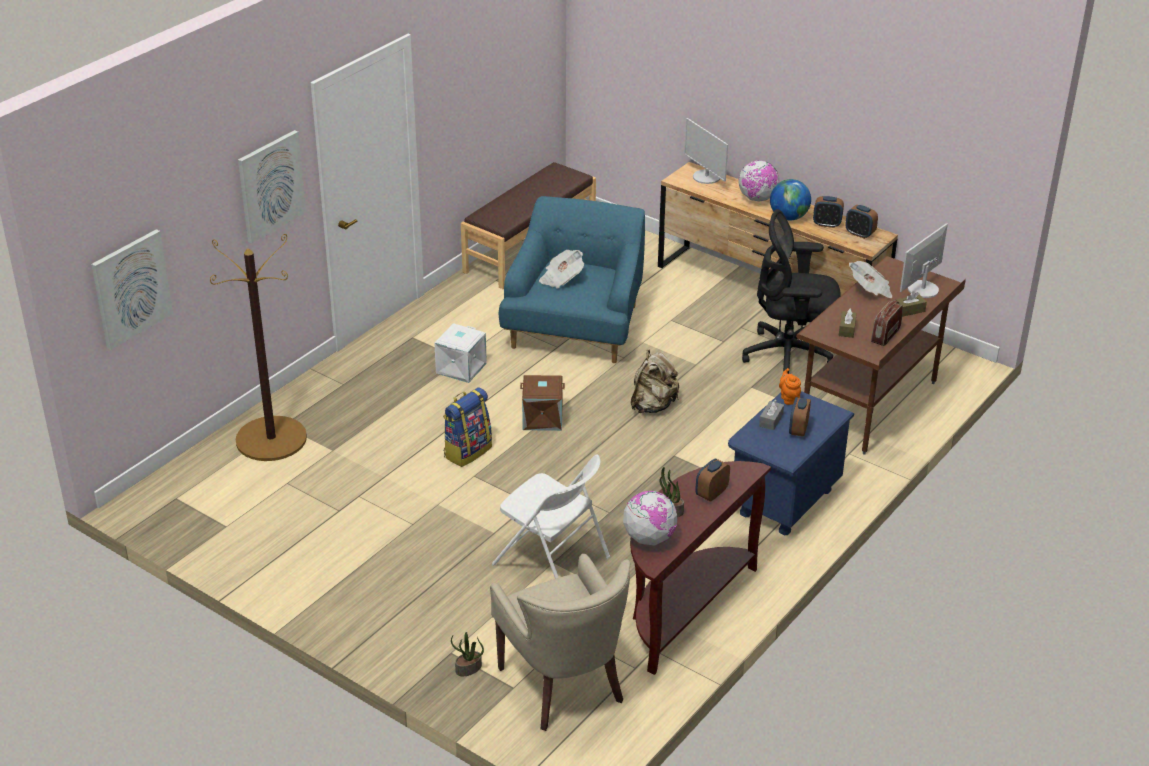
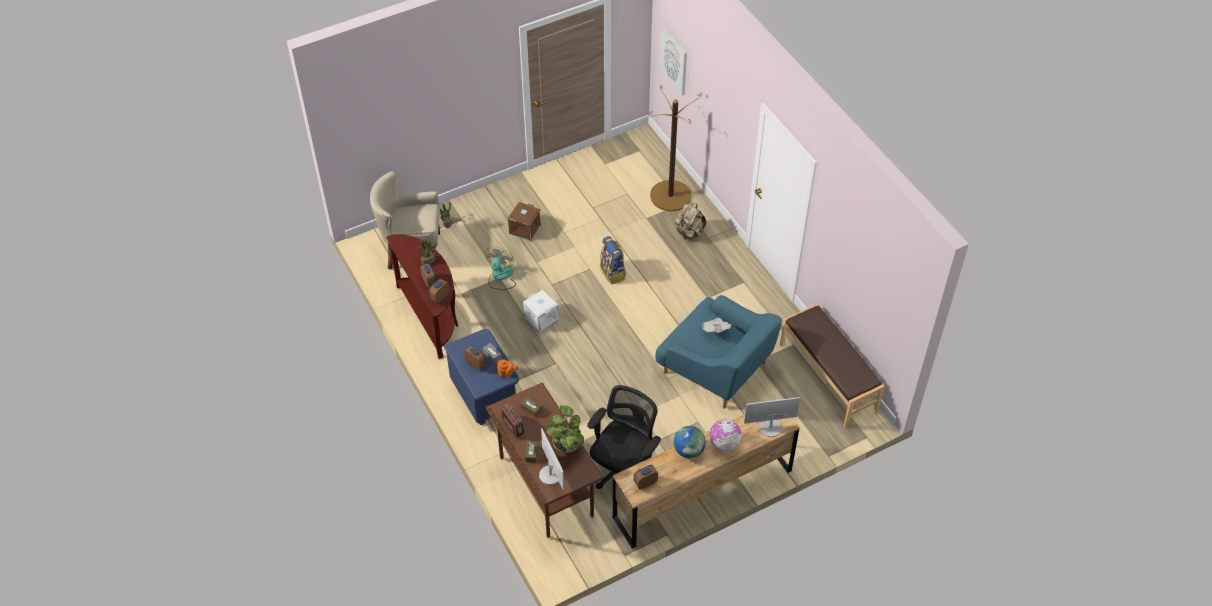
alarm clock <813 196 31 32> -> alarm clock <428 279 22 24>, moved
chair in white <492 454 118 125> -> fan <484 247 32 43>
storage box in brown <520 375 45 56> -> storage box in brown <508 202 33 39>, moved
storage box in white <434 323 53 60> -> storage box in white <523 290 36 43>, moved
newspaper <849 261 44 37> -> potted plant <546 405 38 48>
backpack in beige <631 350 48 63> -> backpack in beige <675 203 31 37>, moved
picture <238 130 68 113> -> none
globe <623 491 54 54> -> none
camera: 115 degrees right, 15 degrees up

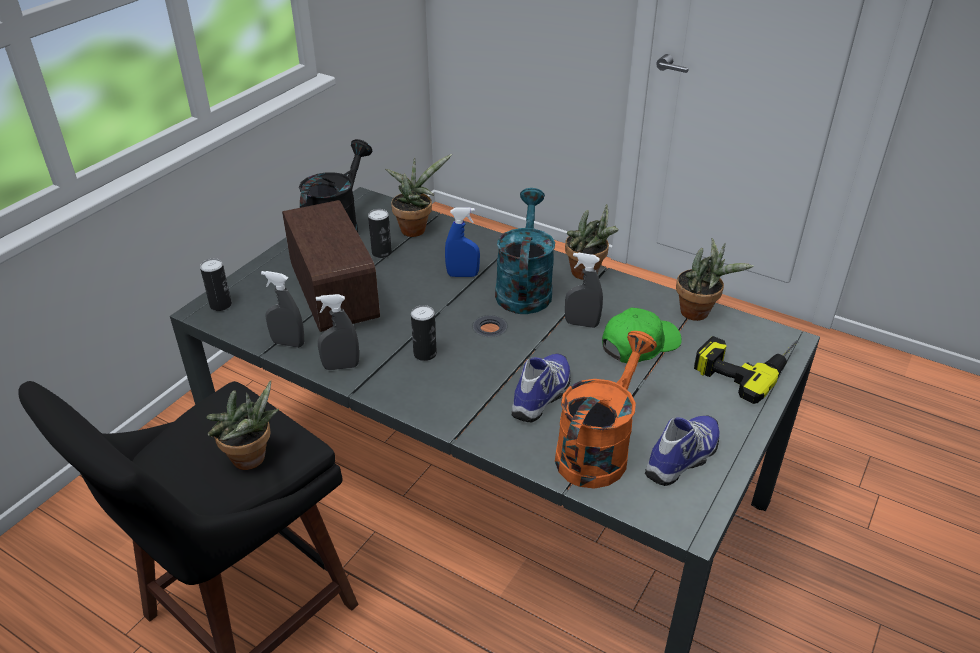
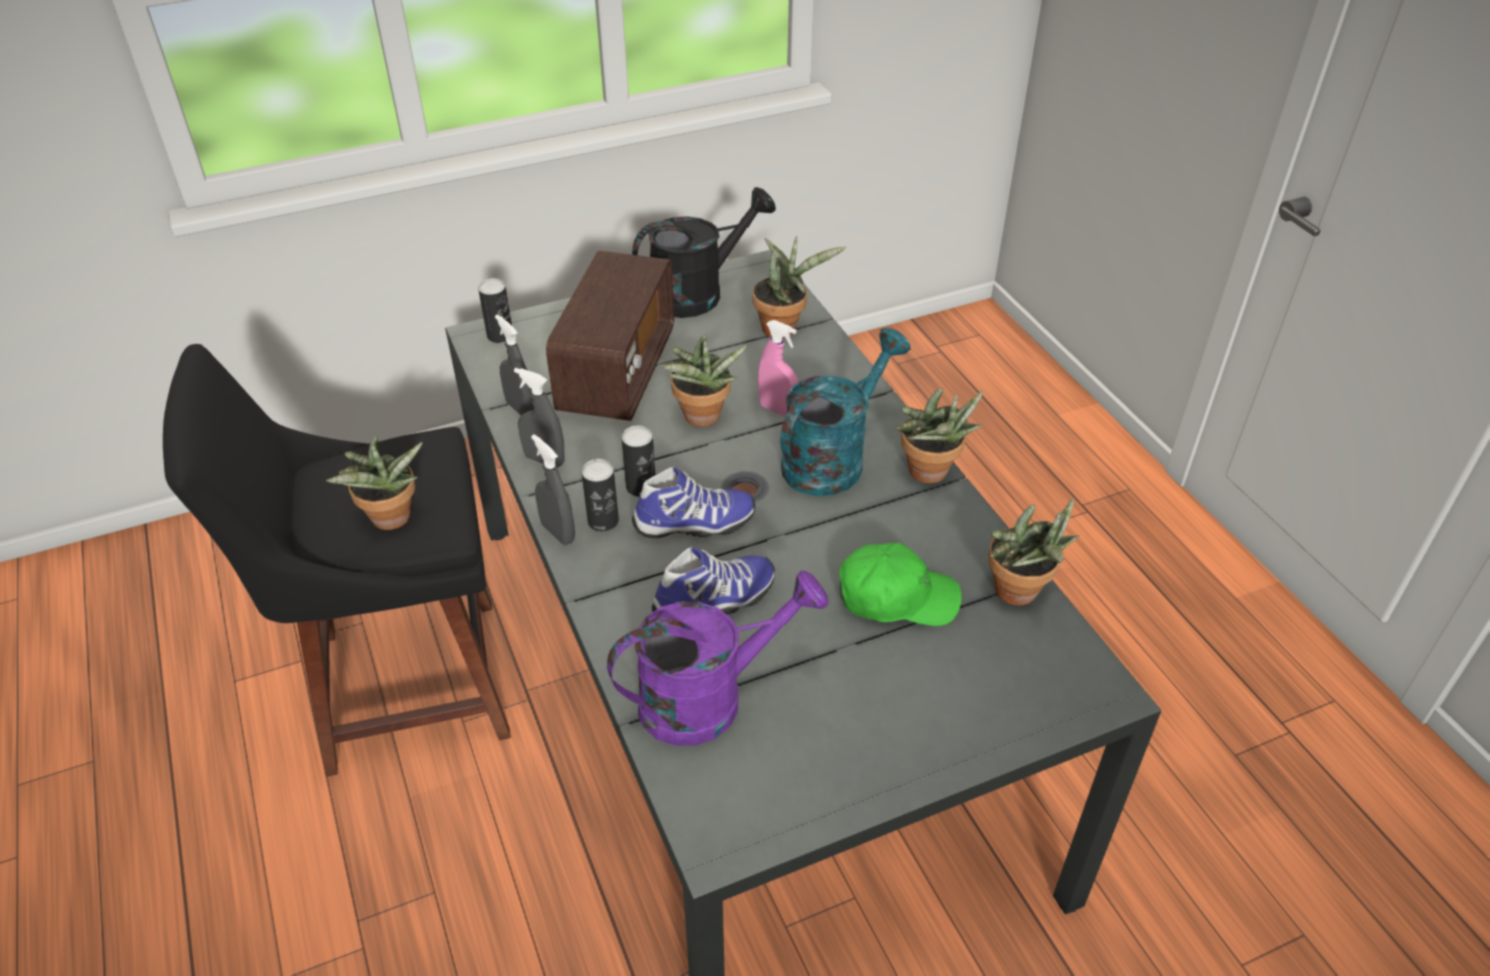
spray bottle in grey <565 253 38 75> -> spray bottle in grey <531 434 44 111>, moved
can <368 209 24 49> -> can <581 459 38 73>, moved
watering can in orange <555 331 102 158> -> watering can in purple <607 570 222 176>
shoe <645 415 75 71> -> shoe <632 466 123 72>, moved
none -> potted plant <662 334 85 93>
spray bottle in blue <445 207 35 70> -> spray bottle in pink <758 320 41 97>
power drill <694 336 104 68> -> none
camera: 35 degrees right, 5 degrees up

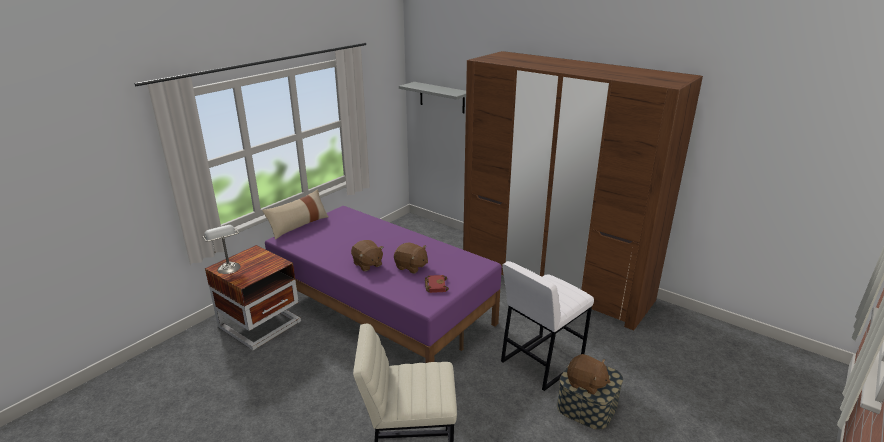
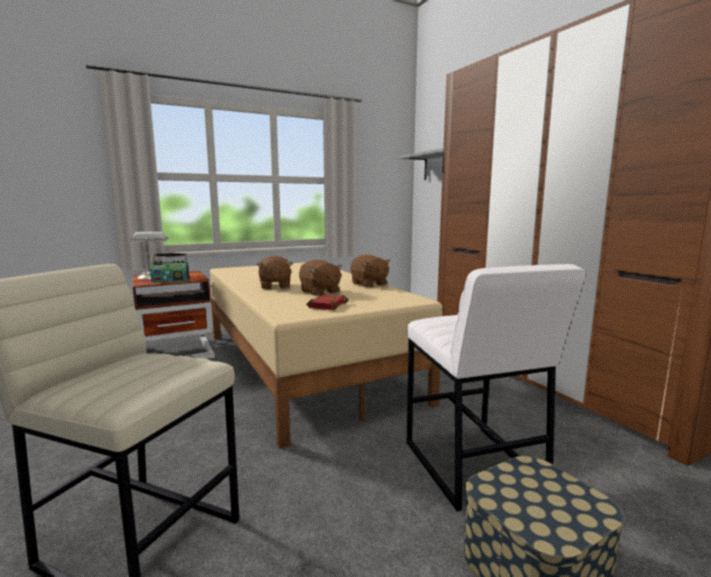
none -> radio <150 253 39 29>
bed in purple <265 206 237 157> -> bed in beige <210 262 233 187>
plush toy in brown <567 354 43 41> -> plush toy in brown <350 255 40 33>, moved
chair in white <501 261 93 130> -> chair in white <407 264 179 247>, 90 degrees counterclockwise
pillow in beige <262 189 67 51> -> none
camera: 25 degrees right, 15 degrees down

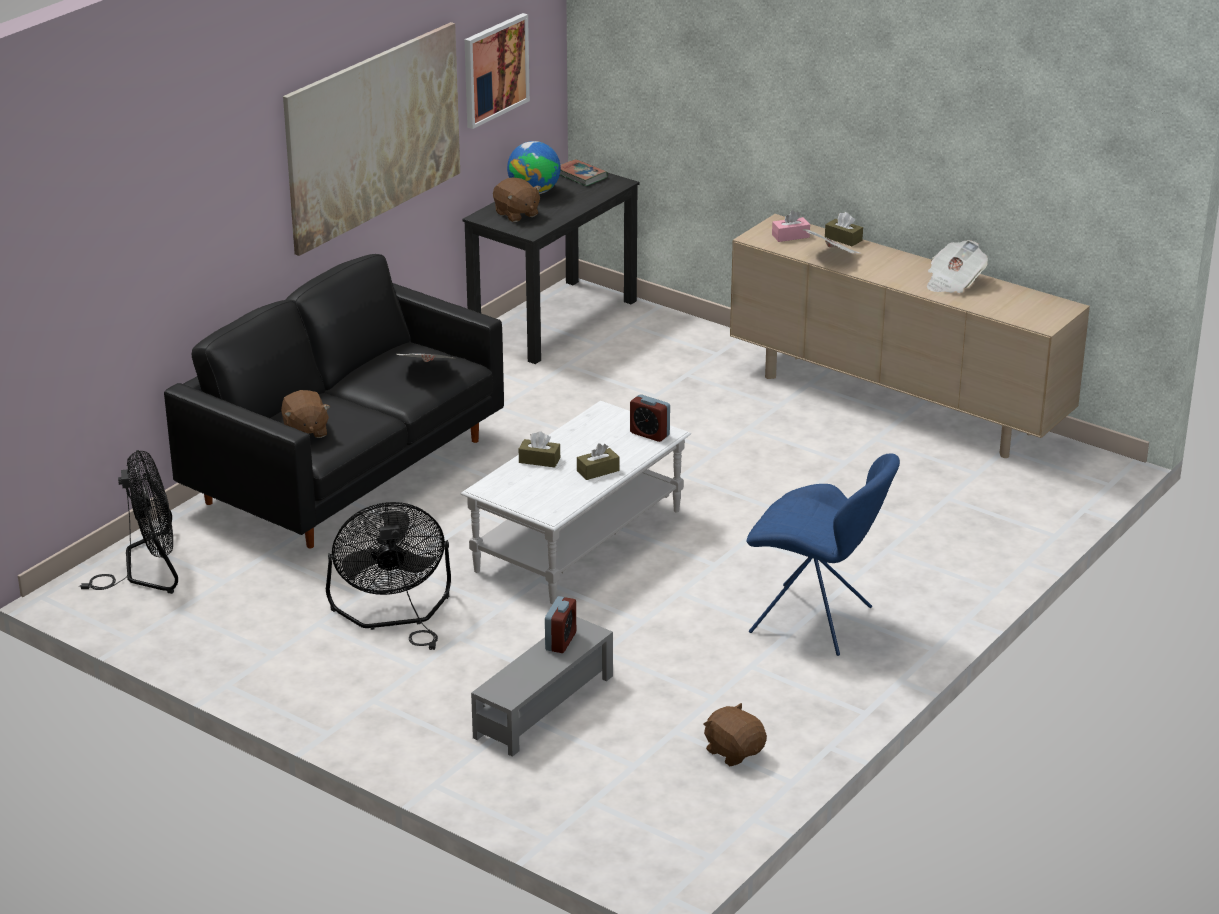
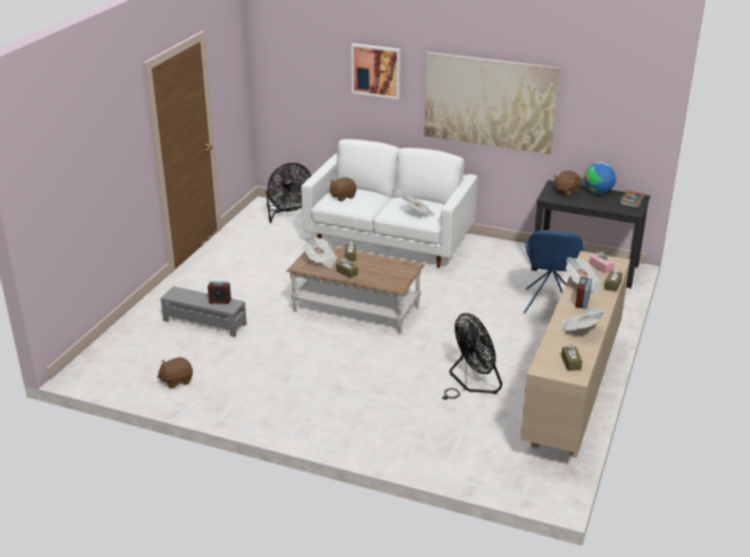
plush toy in brown <703 703 64 63> -> plush toy in brown <157 357 36 32>, 150 degrees counterclockwise
coffee table in white <460 401 231 203> -> coffee table in brown <287 246 138 88>
sofa in black <164 254 340 295> -> sofa in white <301 139 177 129>
none -> newspaper <303 237 35 31>
picture <465 13 65 116> -> picture <351 43 49 56>, moved
fan in black <326 502 125 148> -> fan in black <442 313 60 87>, moved
chair in blue <747 454 153 202> -> chair in blue <524 230 60 84>, moved
none -> tissue box in brown <561 344 21 27>
alarm clock <630 394 40 48> -> alarm clock <575 277 17 32>, moved
camera: 75 degrees right, 0 degrees up

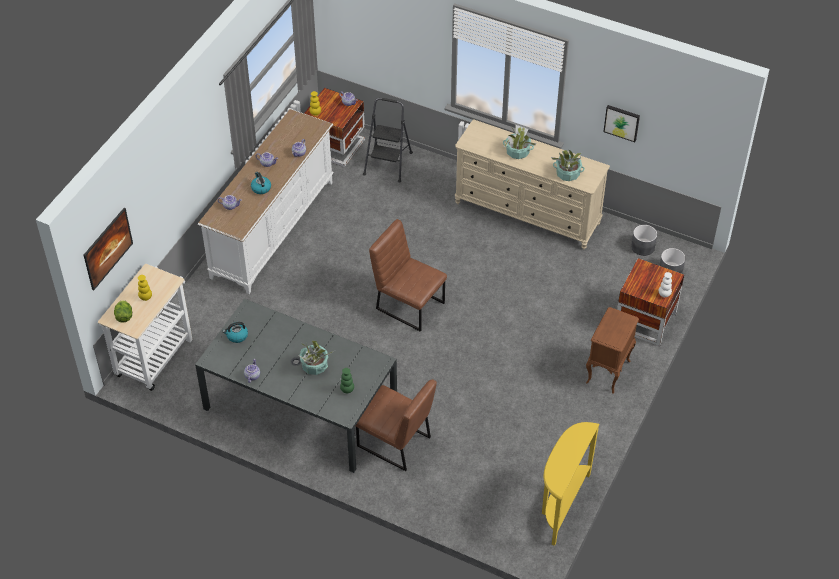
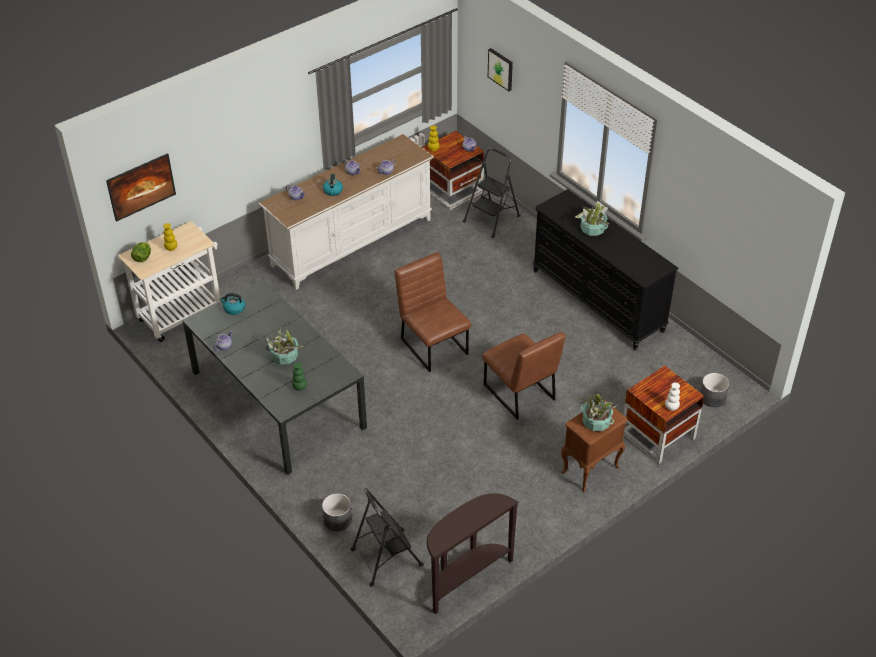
planter in grey <631 225 26 31> -> planter in grey <322 493 30 38>, moved
none -> step ladder in black <350 488 74 99>
console table in yellow <542 422 58 124> -> console table in brown <427 493 92 122>
chair in brown <356 379 81 92> -> chair in brown <482 332 84 87>, moved
picture <603 105 37 37> -> picture <488 48 25 43>, moved
dresser in beige <455 119 155 130> -> dresser in black <533 189 145 161>
potted plant <551 149 34 32> -> potted plant <581 394 39 37>, moved
camera: 25 degrees right, 5 degrees down

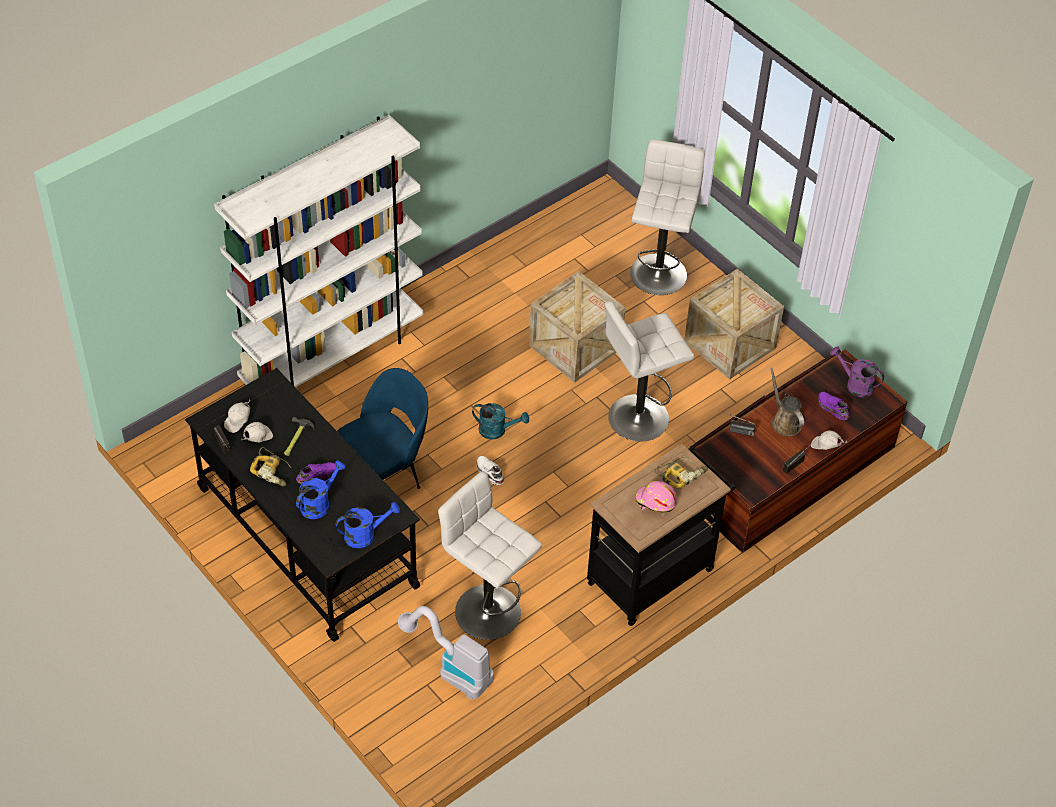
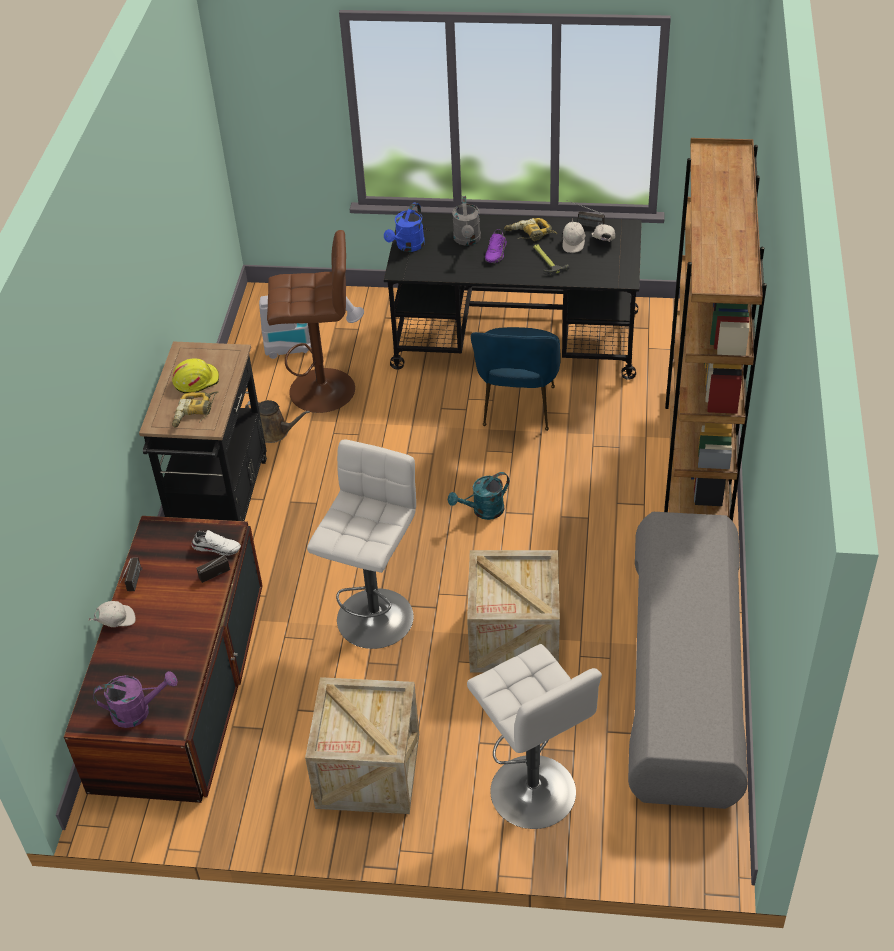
hard hat in pink <635 481 42 32> -> hard hat in yellow <172 358 47 35>
shoe in white <477 456 27 29> -> shoe in white <191 530 50 26>, moved
watering can in brown <770 368 34 68> -> watering can in brown <245 400 65 43>, moved
stool in white <438 471 104 169> -> stool in brown <267 230 88 183>
watering can in blue <296 460 50 59> -> watering can in grey <452 196 29 50>
none -> bench in grey <628 512 119 297>
bookcase in white <214 115 209 273> -> bookcase in brown <664 138 103 383>
shoe in purple <818 392 32 28> -> none
camera: 140 degrees right, 5 degrees down

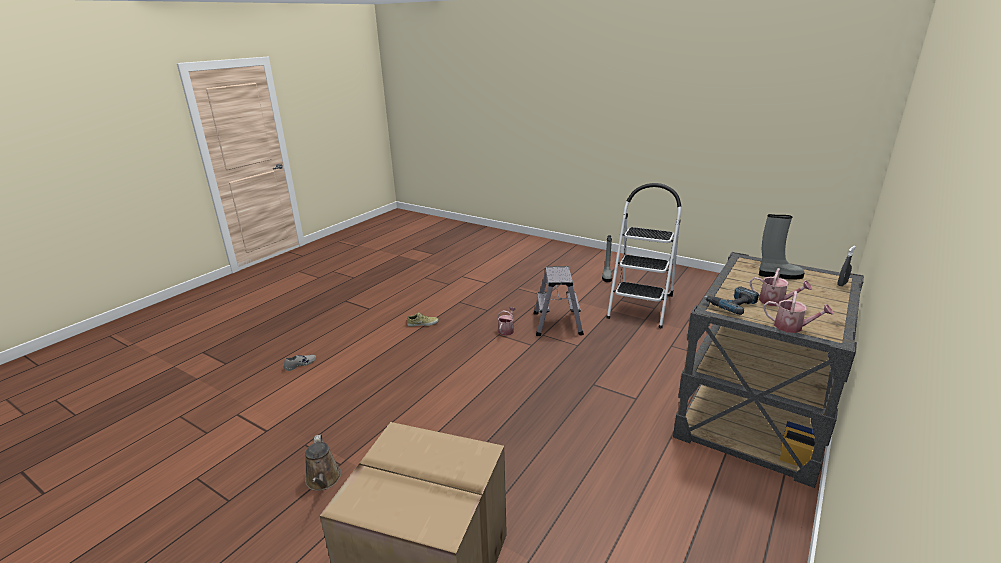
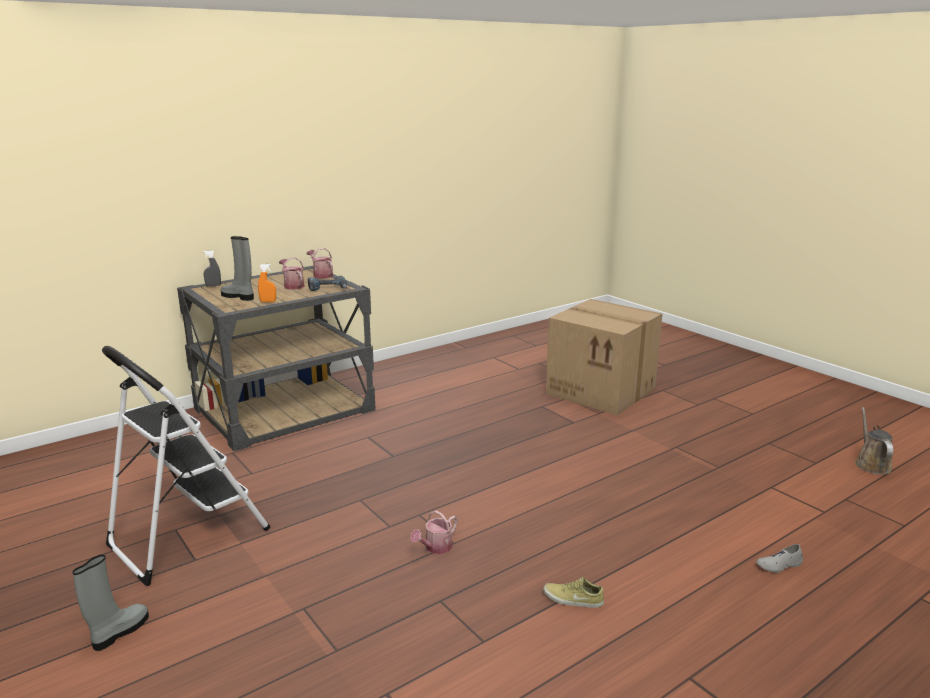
none -> spray bottle in orange <258 264 18 38>
watering can in brown <305 435 36 56> -> watering can in brown <855 407 38 68>, moved
step ladder in grey <533 266 51 70> -> none
camera: 160 degrees left, 5 degrees down

